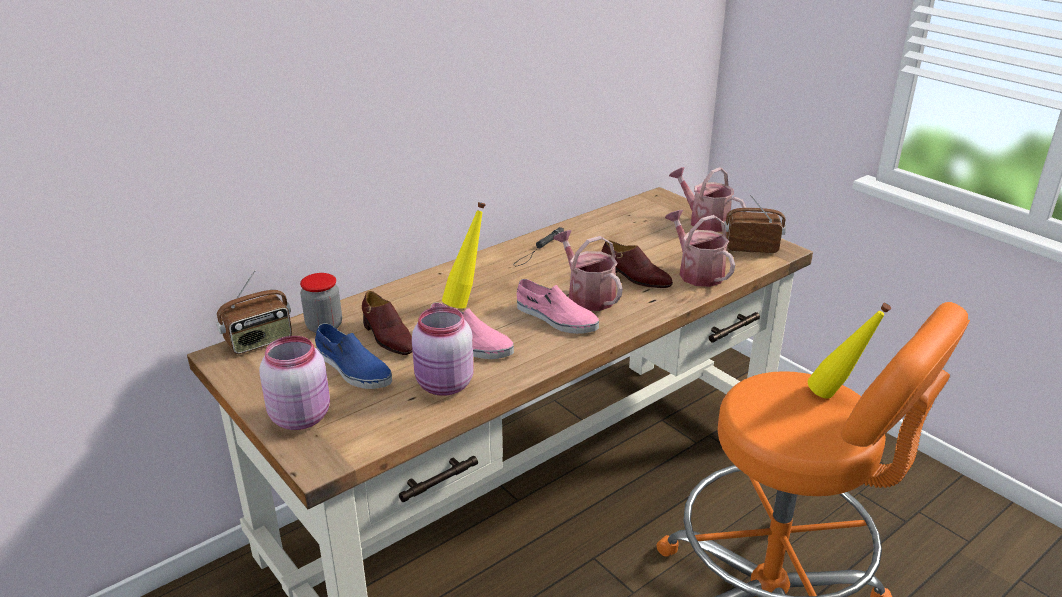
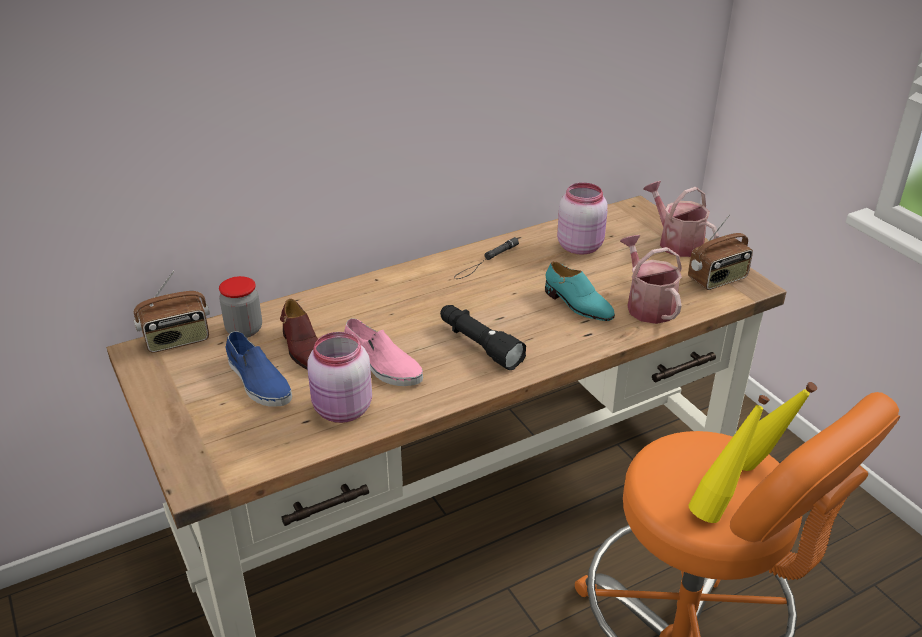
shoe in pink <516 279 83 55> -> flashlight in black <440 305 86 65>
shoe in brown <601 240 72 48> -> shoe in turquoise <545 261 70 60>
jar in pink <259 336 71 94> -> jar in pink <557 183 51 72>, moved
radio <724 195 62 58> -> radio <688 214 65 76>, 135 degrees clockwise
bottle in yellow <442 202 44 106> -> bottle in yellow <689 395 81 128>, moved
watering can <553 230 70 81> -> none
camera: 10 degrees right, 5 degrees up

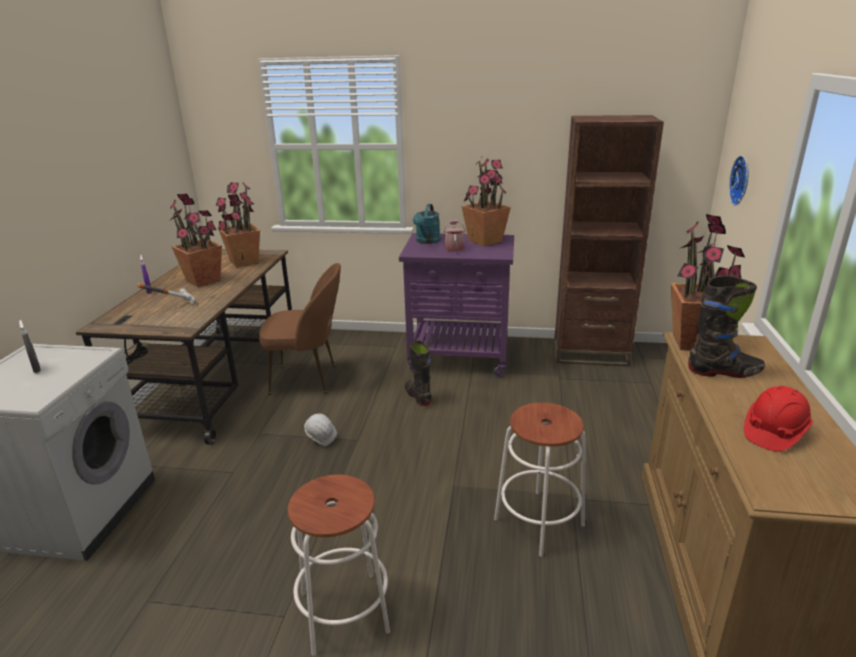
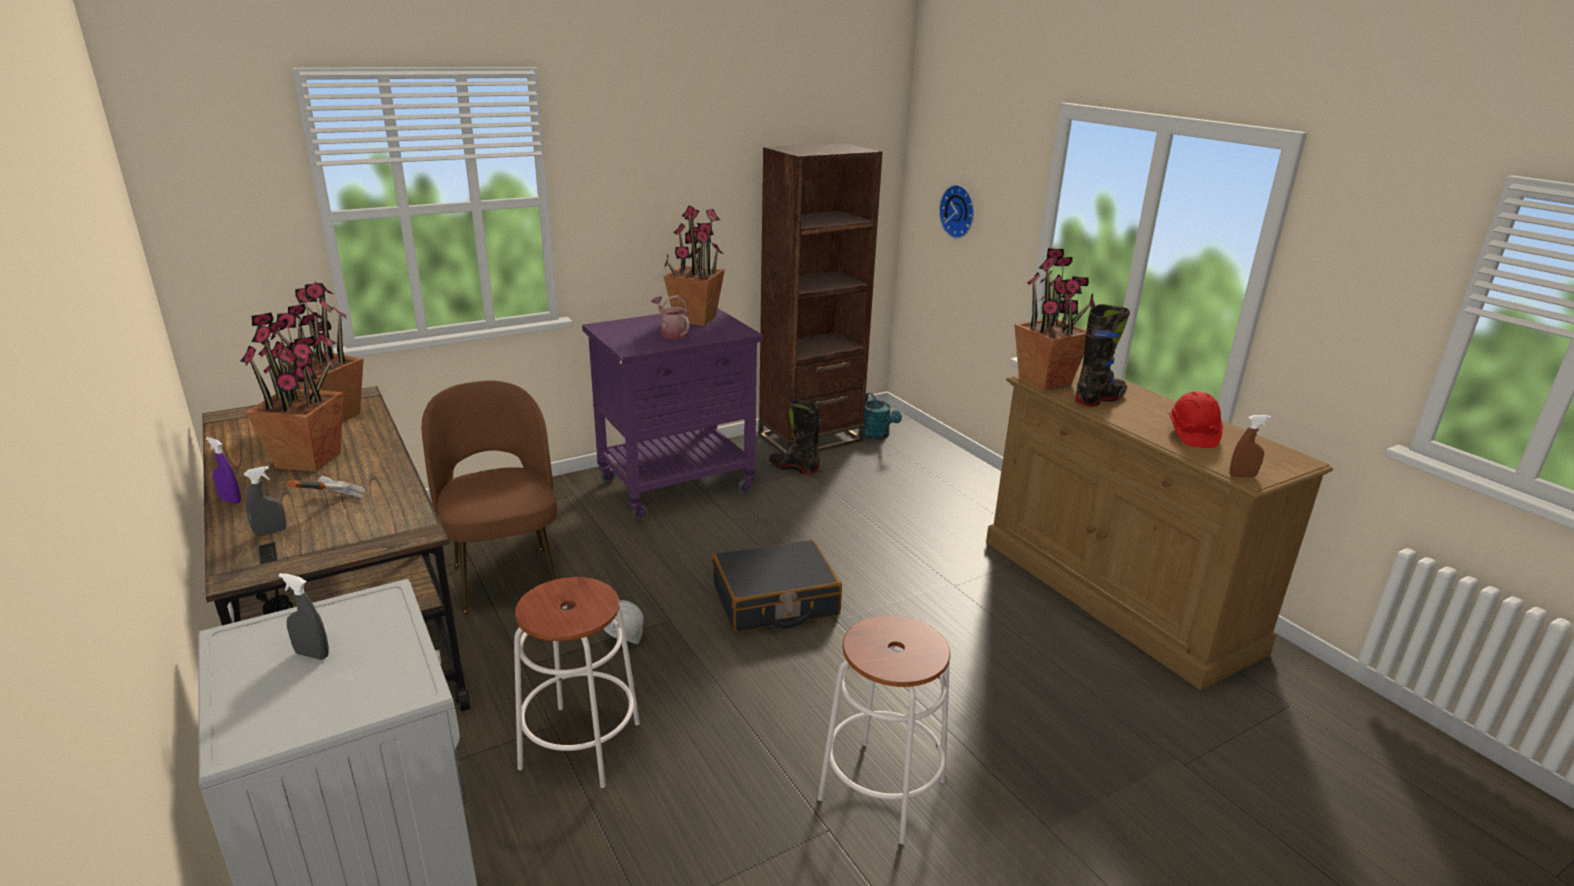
none -> spray bottle in grey <244 466 42 70>
chair in brown <259 263 82 132> -> chair in brown <422 380 135 235>, 75 degrees counterclockwise
stool in white <494 403 92 154> -> stool in white <514 577 126 211>, moved
none -> suitcase in black <713 540 129 92>
boot in black <405 341 27 65> -> boot in black <769 399 52 75>, moved
watering can in turquoise <412 204 28 40> -> watering can in turquoise <863 393 39 47>, moved
none -> spray bottle in brown <1230 415 41 63>
camera: 40 degrees left, 0 degrees up

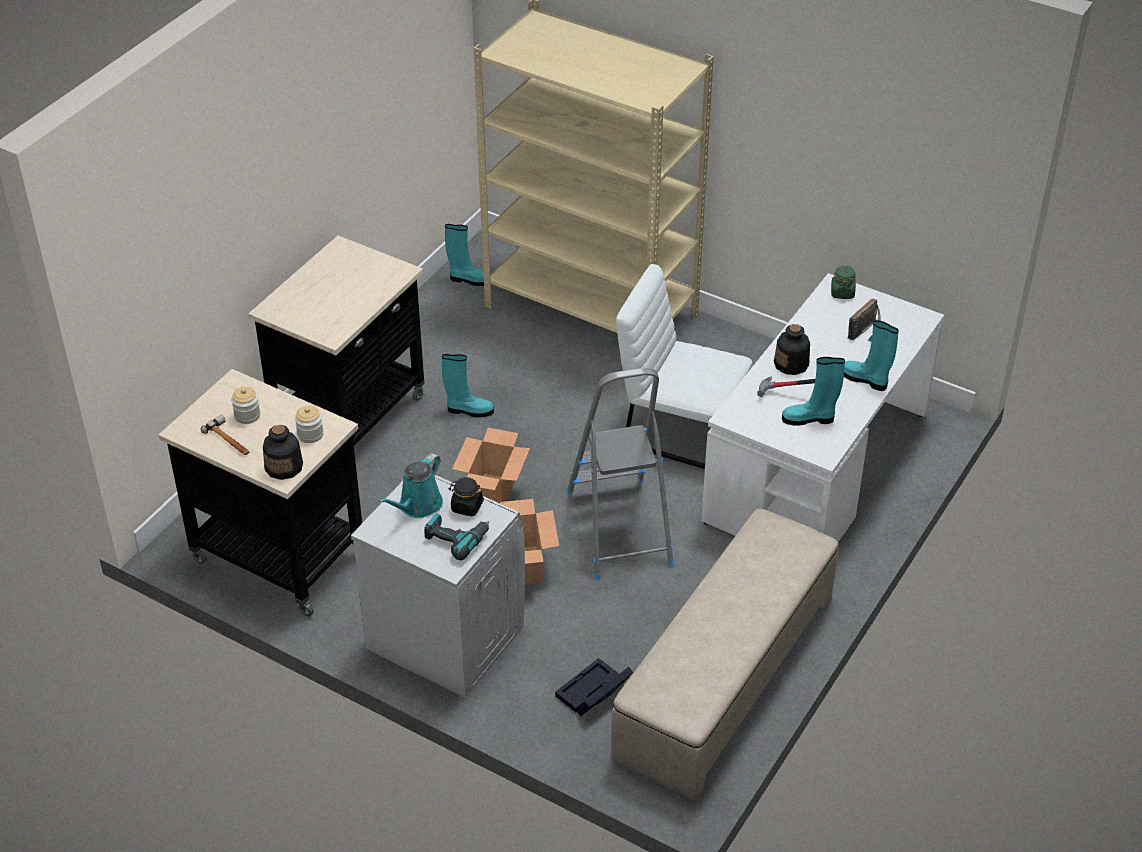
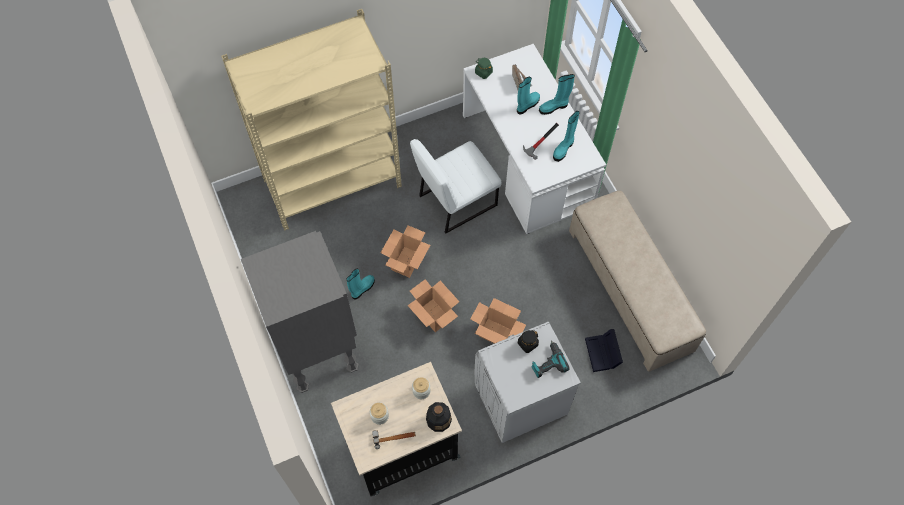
cart in black <248 235 177 211> -> cabinet in grey <241 231 118 162>
none -> cardboard box <381 225 49 53>
boot in turquoise <445 224 46 62> -> boot in turquoise <517 76 23 39>, moved
watering can in turquoise <379 453 64 65> -> none
step ladder in grey <567 368 107 213> -> none
bottle <774 324 36 51> -> none
camera: 55 degrees left, 20 degrees up

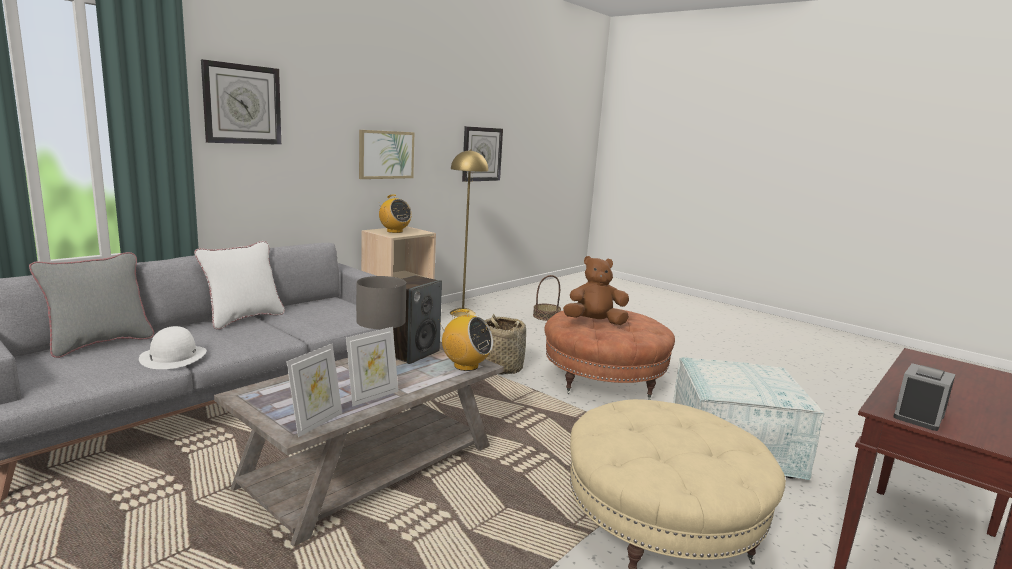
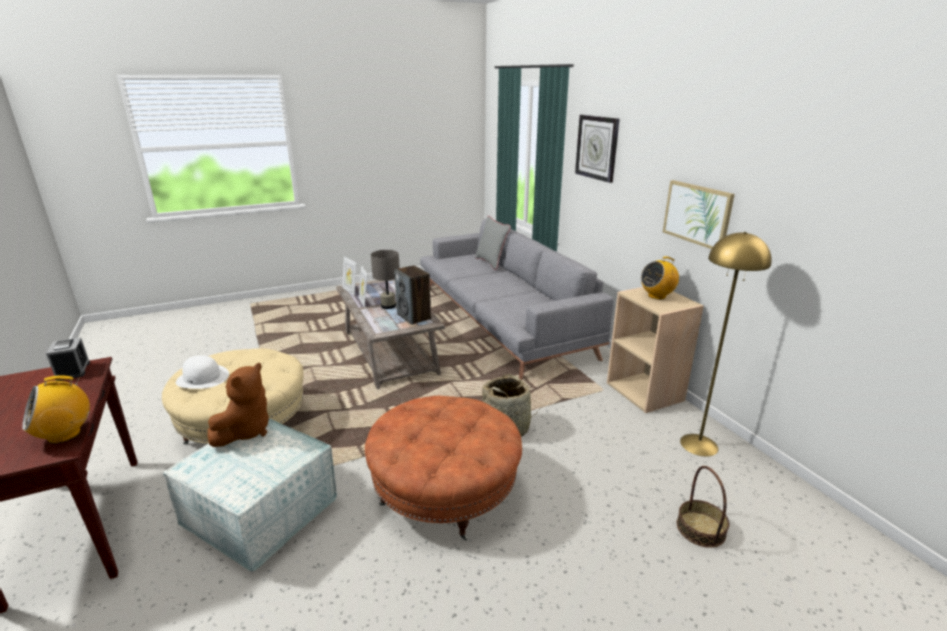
radio <438 309 55 62> -> radio <22 373 68 71>, moved
hat in white <139 326 68 43> -> hat in white <176 355 53 34>, moved
plush toy in brown <563 256 66 69> -> plush toy in brown <207 363 62 84>, moved
pillow in white <194 241 91 89> -> none
wall clock <462 126 41 56> -> none
camera: 115 degrees right, 10 degrees up

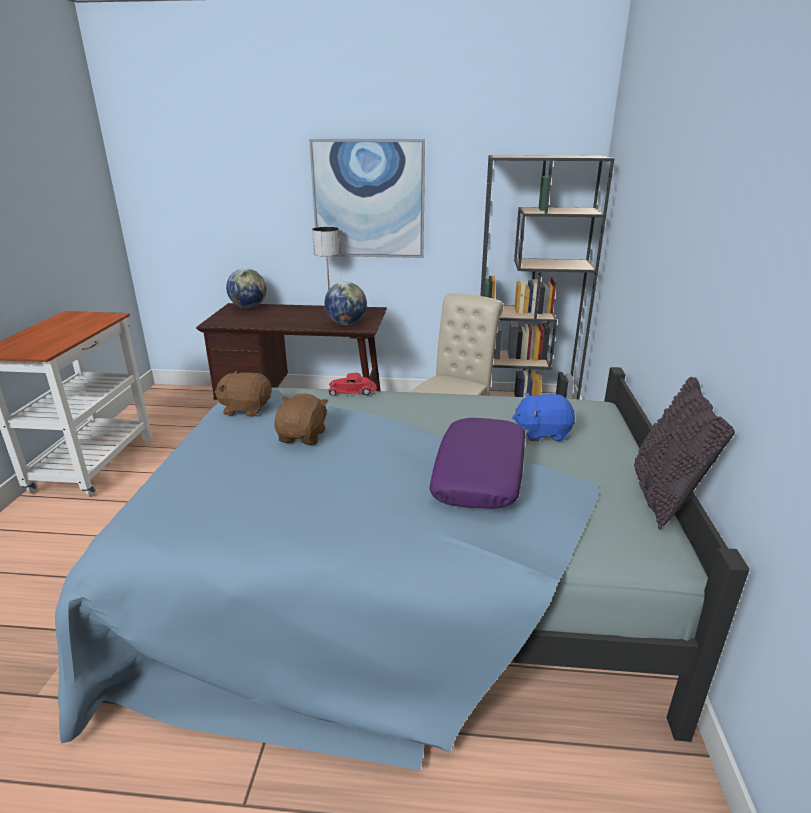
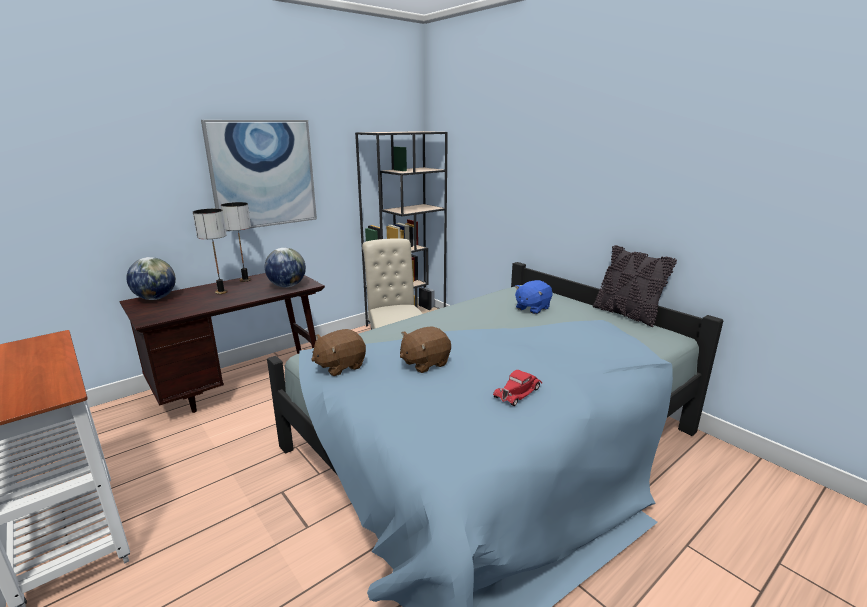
none -> table lamp <193 209 35 85>
plush toy in brown <274 393 55 52> -> plush toy in brown <400 327 51 46>, 90 degrees counterclockwise
toy car in red <328 373 48 23> -> toy car in red <493 370 49 36>, moved
pillow in purple <429 418 96 91> -> none
camera: 45 degrees left, 5 degrees down

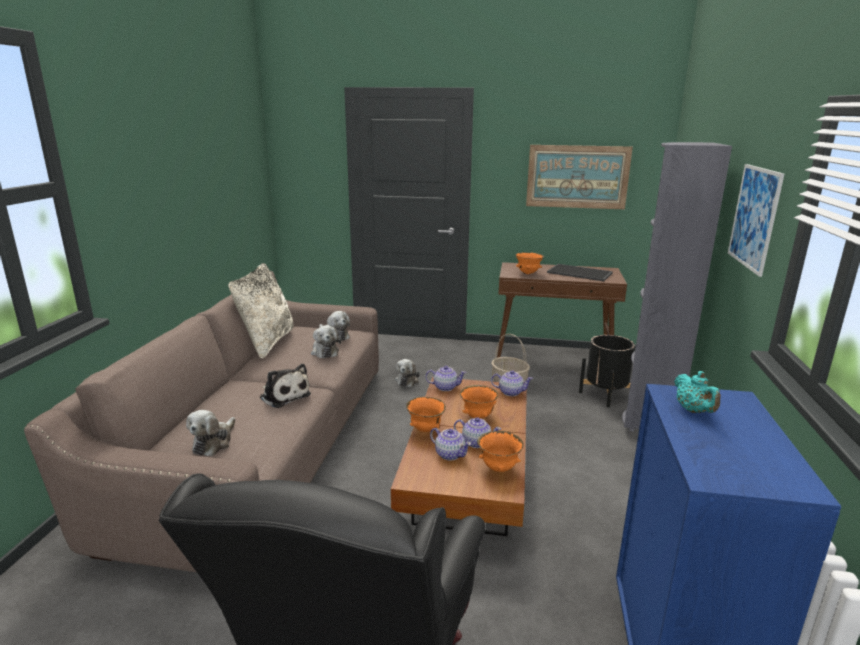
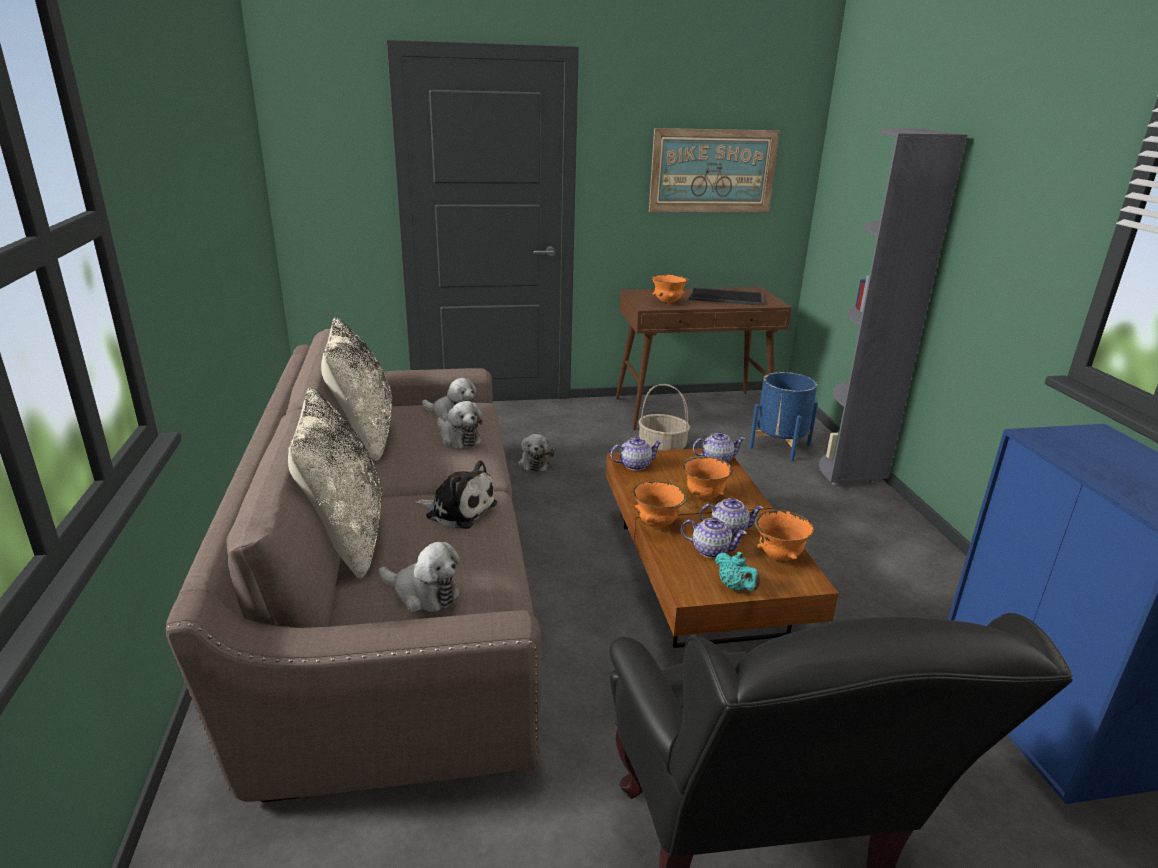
none -> pillow in beige <288 387 94 192>
plush toy <186 410 49 46> -> plush toy <379 542 81 70>, 60 degrees counterclockwise
teapot in turquoise <674 371 47 42> -> teapot in turquoise <715 552 45 39>, moved
planter in black <579 335 56 72> -> planter in blue <749 372 69 89>
picture <728 164 56 113> -> none
camera: 20 degrees left, 5 degrees up

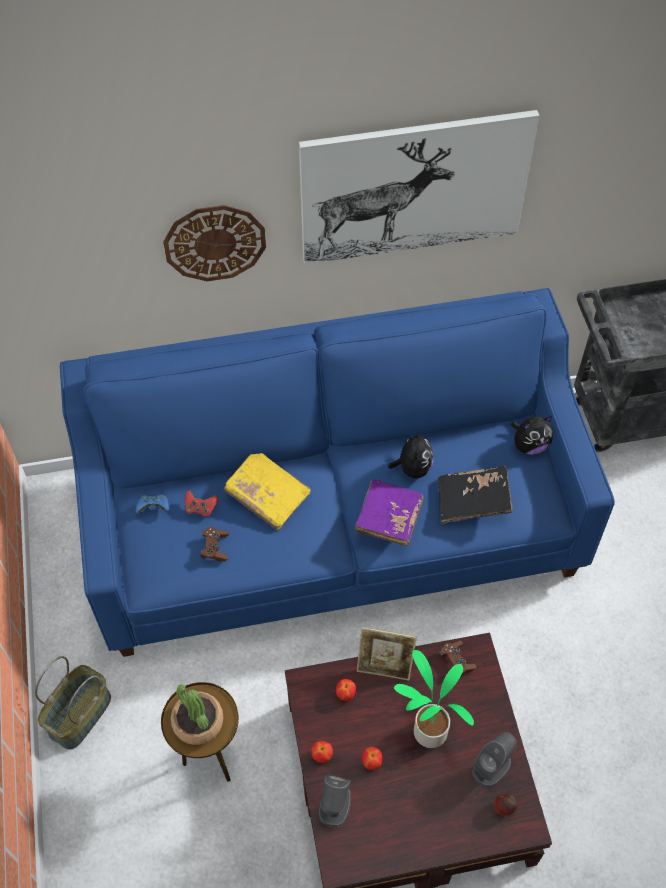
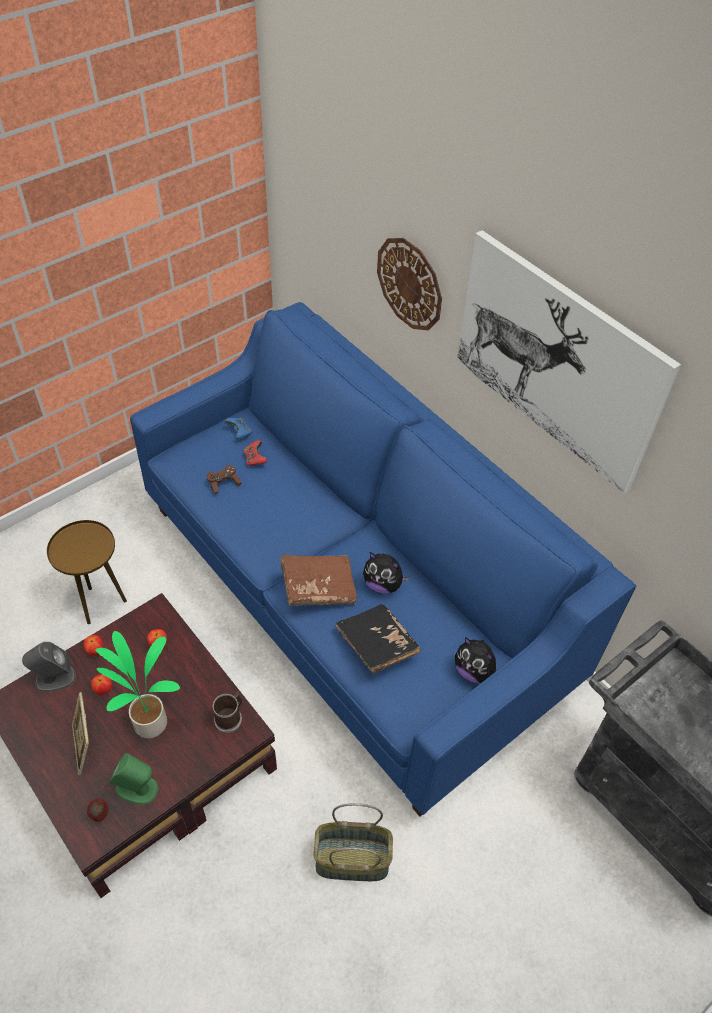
picture frame <357 627 60 54> -> picture frame <72 692 17 83>, moved
speaker in grey <472 732 44 55> -> speaker in green <109 753 49 52>
game controller in brown <439 641 37 33> -> mug <212 691 30 42>
book in purple <355 479 69 67> -> book in brown <280 555 77 51>
basket <35 656 76 94> -> basket <313 803 80 78>, moved
plush toy <388 429 45 49> -> plush toy <363 552 47 42>, 45 degrees clockwise
potted plant <171 684 53 61> -> none
book in yellow <224 453 87 77> -> none
camera: 60 degrees right, 5 degrees down

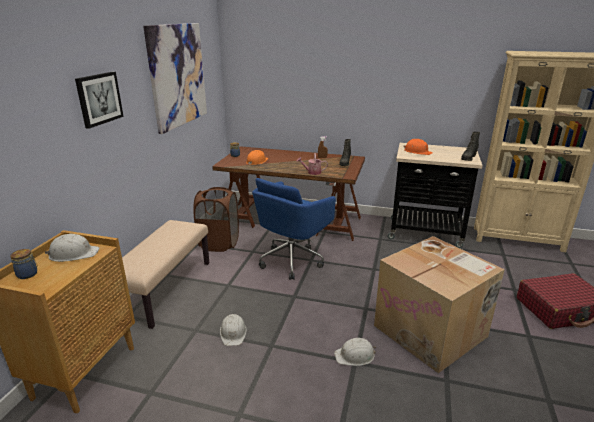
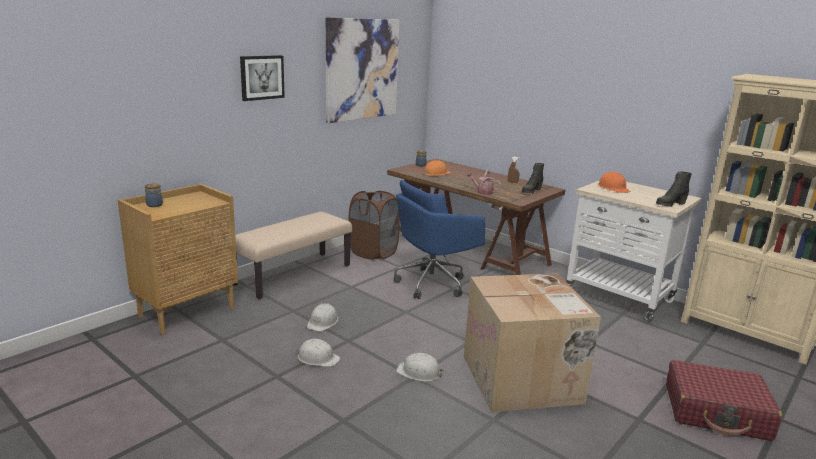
hard hat in white <44 234 55 28> -> hard hat in white <296 339 44 28>, moved
cart in black <387 143 96 105> -> cart in white <566 181 136 141>
camera: 25 degrees right, 5 degrees down

